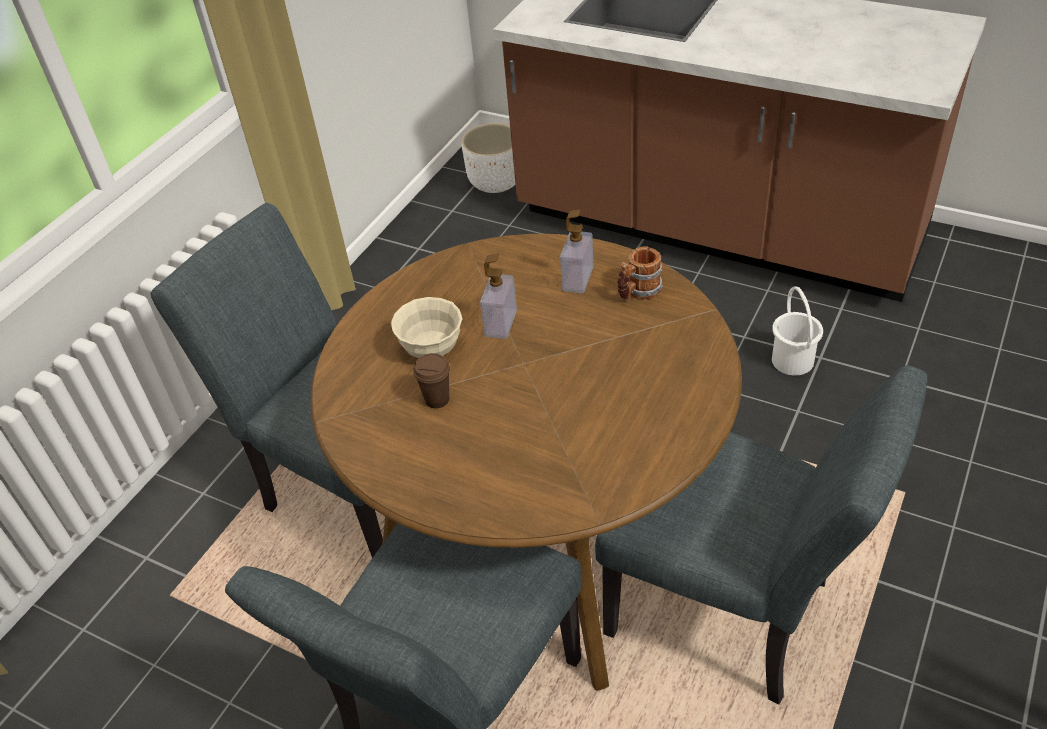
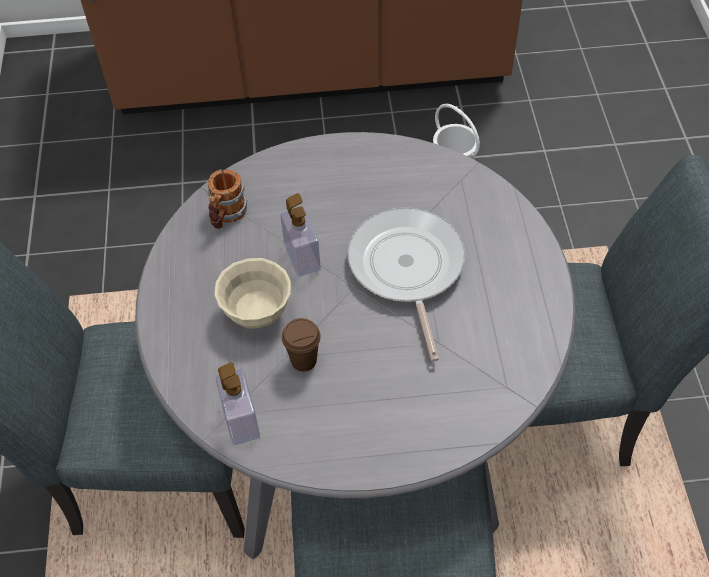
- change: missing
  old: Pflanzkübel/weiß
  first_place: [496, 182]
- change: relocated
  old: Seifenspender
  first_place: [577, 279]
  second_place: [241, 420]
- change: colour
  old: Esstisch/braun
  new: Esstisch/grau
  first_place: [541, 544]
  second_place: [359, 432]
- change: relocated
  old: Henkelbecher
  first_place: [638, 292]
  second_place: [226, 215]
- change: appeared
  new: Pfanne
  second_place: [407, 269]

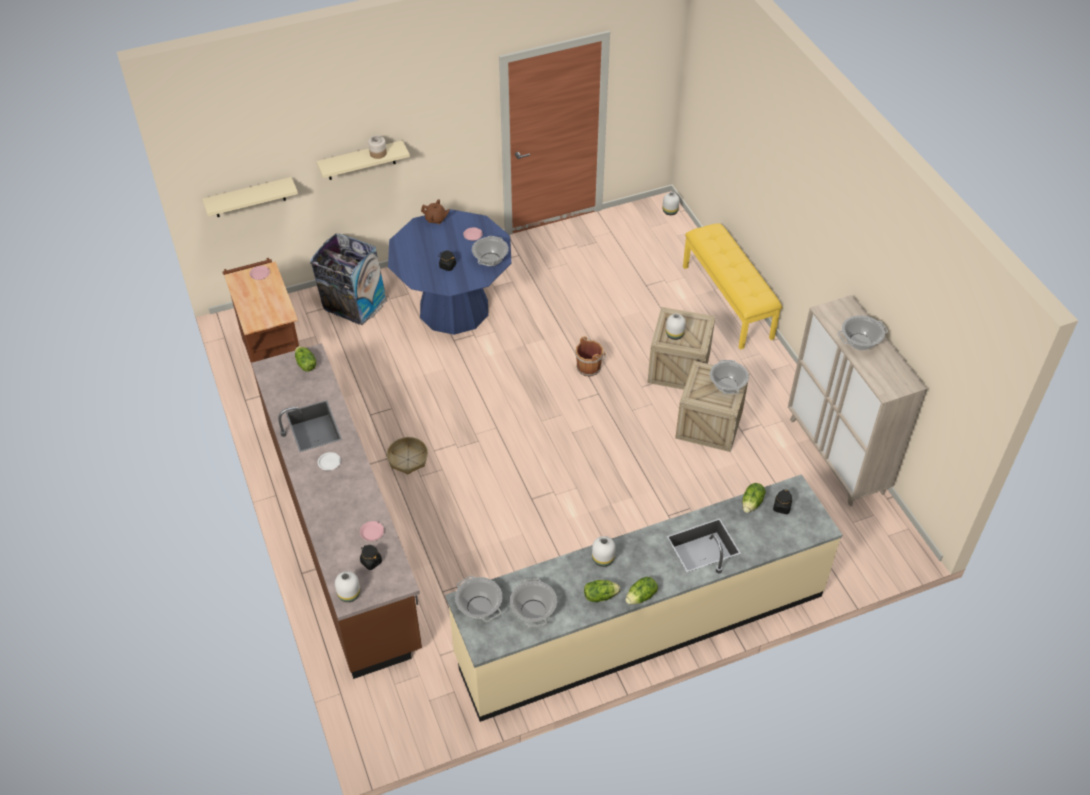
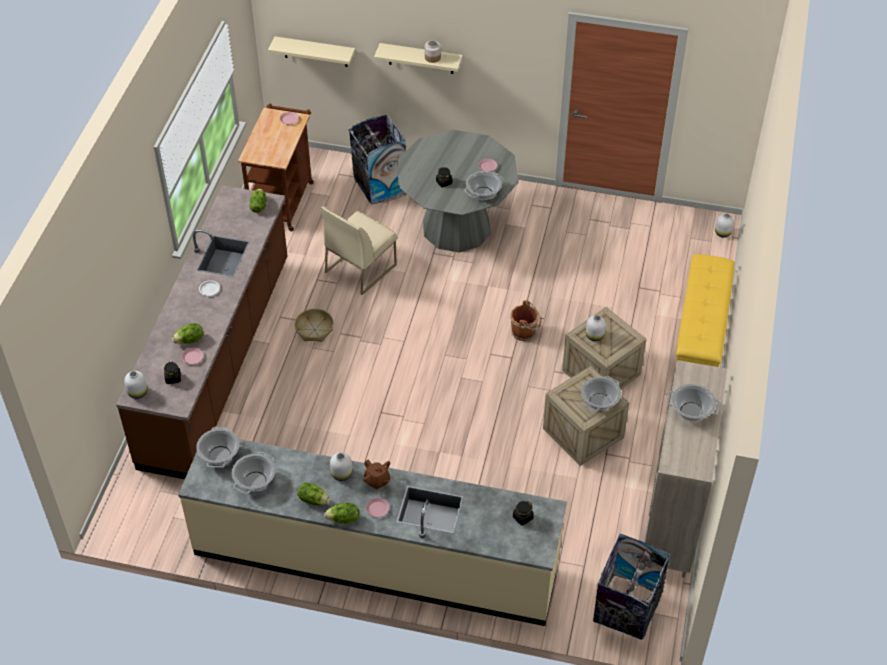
- change: relocated
  old: Teekanne/braun
  first_place: [436, 219]
  second_place: [377, 481]
- change: colour
  old: Esstisch/blau
  new: Esstisch/grau
  first_place: [454, 308]
  second_place: [456, 227]
- change: relocated
  old: Salatkopf
  first_place: [752, 503]
  second_place: [190, 340]
- change: appeared
  new: Stuhl/beige
  second_place: [360, 268]
- change: appeared
  new: Teller/rosa
  second_place: [377, 509]
- change: appeared
  new: Mülleimer
  second_place: [626, 610]

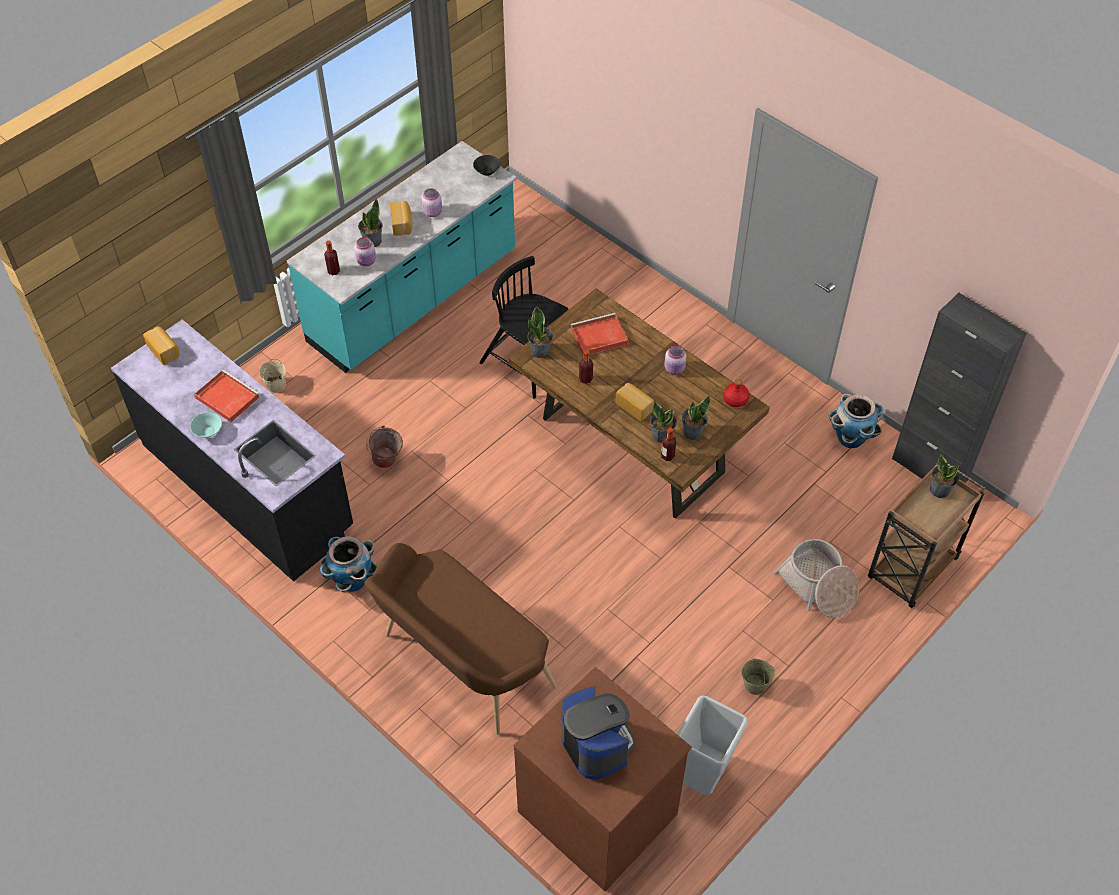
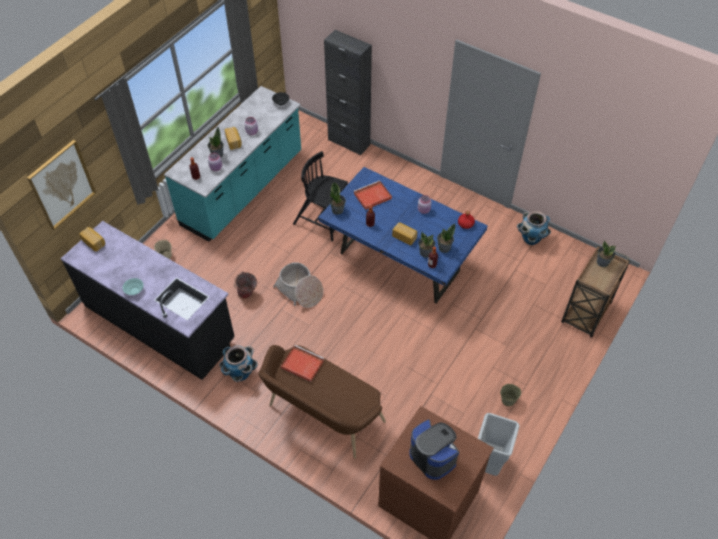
- change: colour
  old: Esstisch/braun
  new: Esstisch/blau
  first_place: [634, 446]
  second_place: [400, 262]
- change: relocated
  old: Schrank/schwarz
  first_place: [929, 469]
  second_place: [349, 142]
- change: relocated
  old: Tablett/rot
  first_place: [226, 397]
  second_place: [301, 364]
- change: relocated
  old: Korb
  first_place: [817, 586]
  second_place: [300, 290]
- change: appeared
  new: Bild
  second_place: [62, 185]

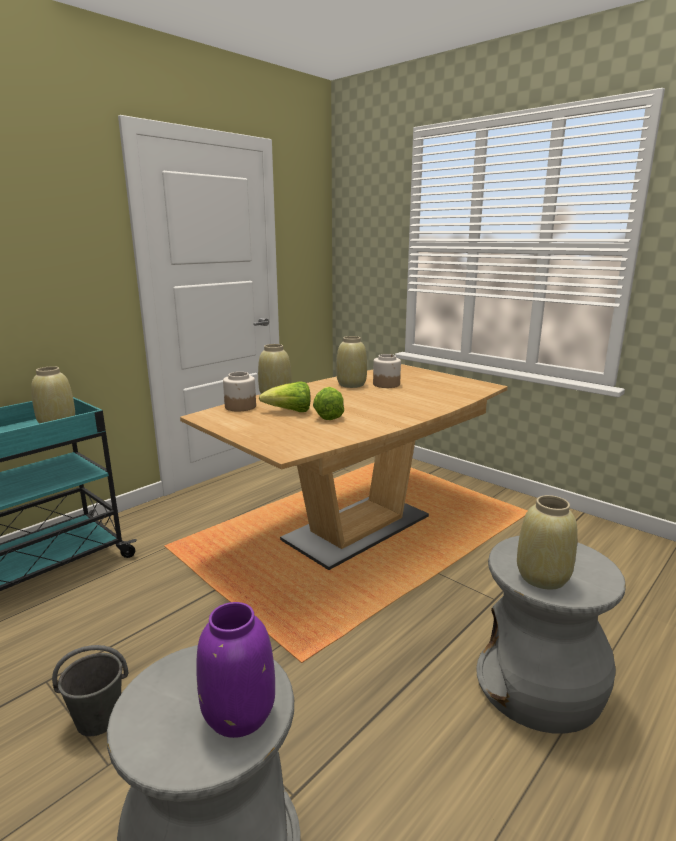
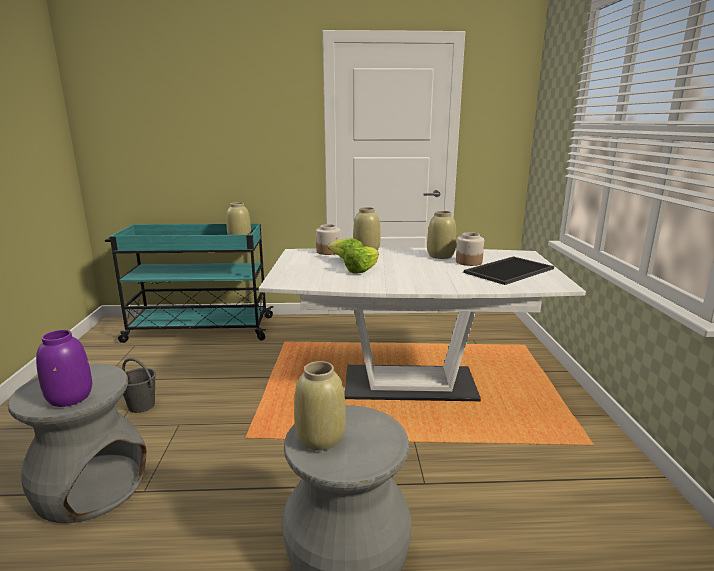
- change: colour
  old: Esstisch/braun
  new: Esstisch/weiß
  first_place: [357, 528]
  second_place: [409, 384]
- change: appeared
  new: Tablett
  second_place: [509, 271]

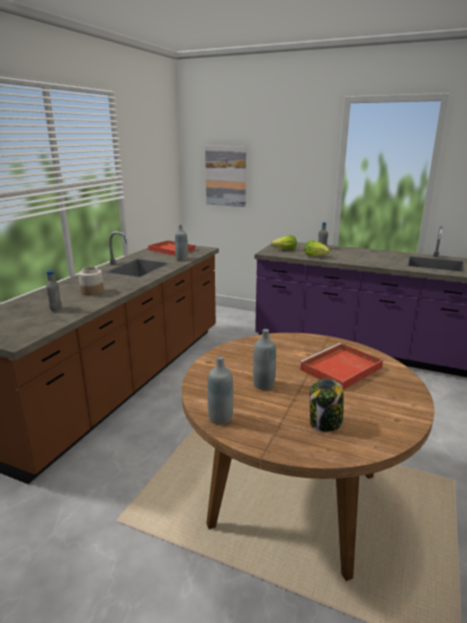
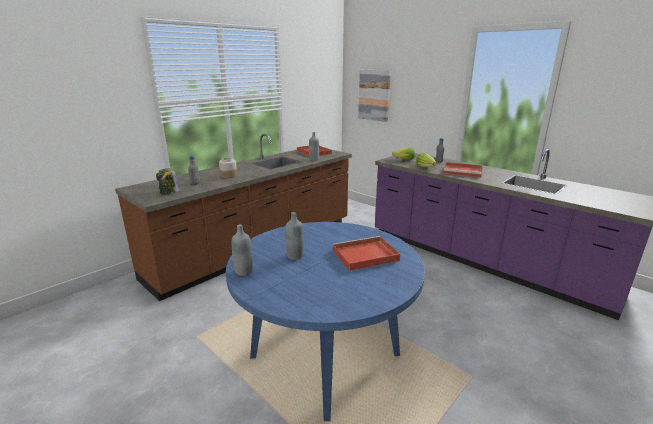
- change: colour
  old: Esstisch/braun
  new: Esstisch/blau
  first_place: [295, 500]
  second_place: [325, 356]
- change: relocated
  old: Vorratsglas
  first_place: [325, 423]
  second_place: [169, 193]
- change: appeared
  new: Tablett/rot
  second_place: [463, 171]

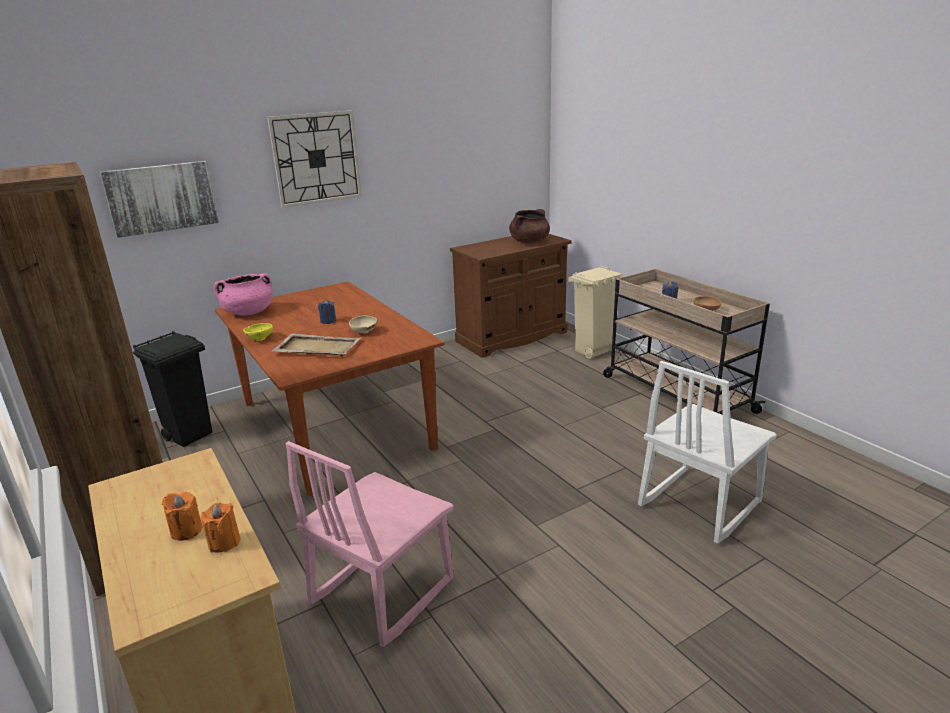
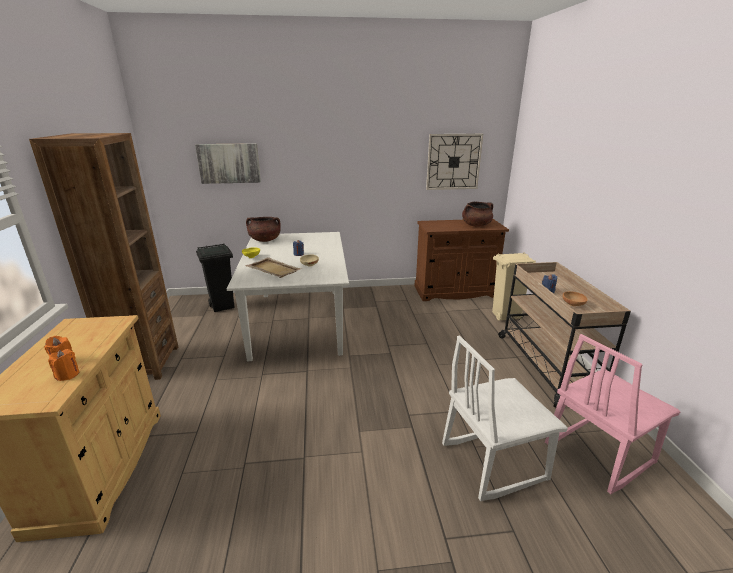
- change: relocated
  old: Wanduhr
  first_place: [316, 158]
  second_place: [453, 162]
- change: colour
  old: Kochtopf/rosa
  new: Kochtopf/braun
  first_place: [248, 312]
  second_place: [265, 240]
- change: colour
  old: Esstisch/braun
  new: Esstisch/weiß
  first_place: [336, 425]
  second_place: [298, 322]
- change: relocated
  old: Stuhl/rosa
  first_place: [381, 591]
  second_place: [597, 452]

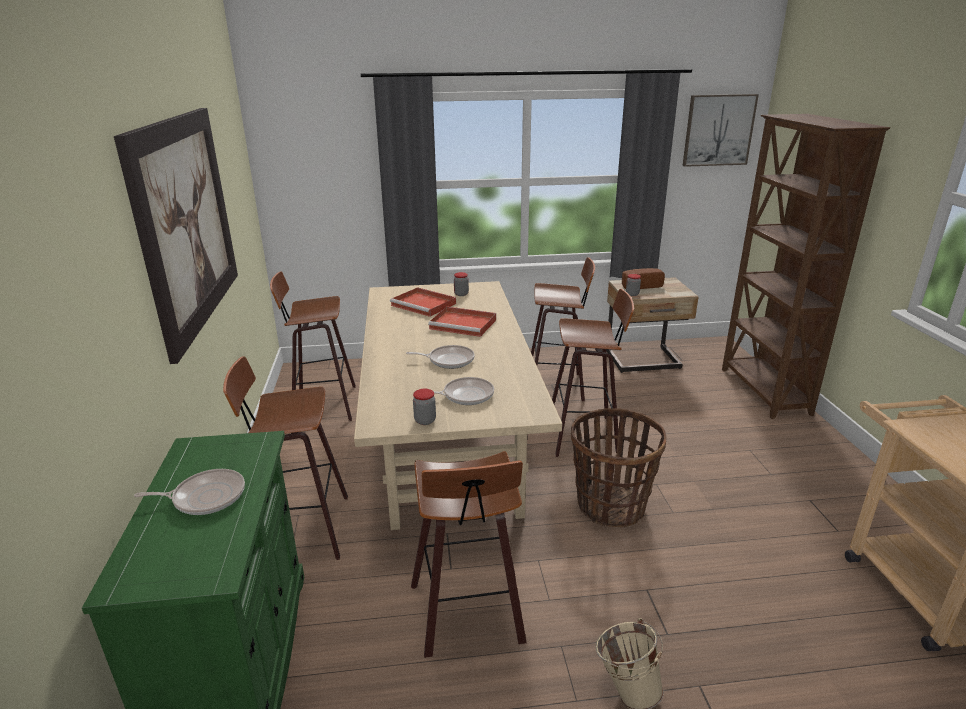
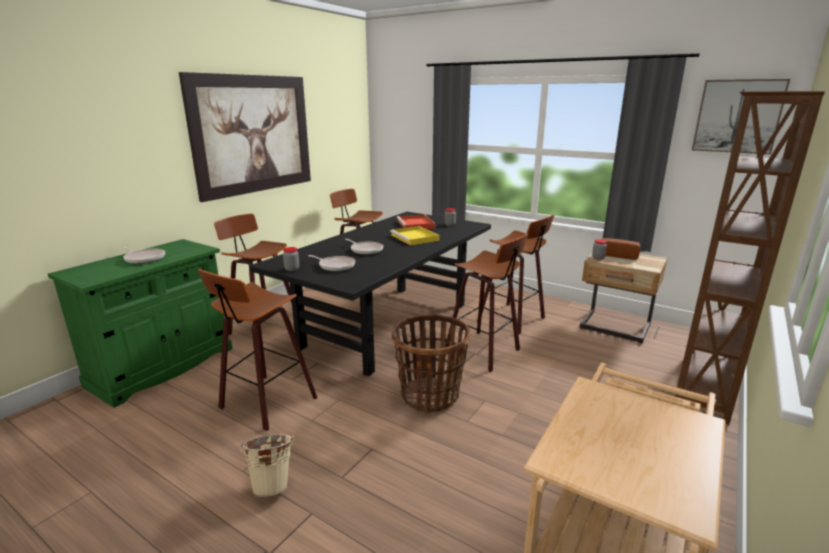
- change: colour
  old: Esstisch/beige
  new: Esstisch/schwarz
  first_place: [447, 446]
  second_place: [388, 324]
- change: colour
  old: Tablett/rot
  new: Tablett/gelb
  first_place: [464, 324]
  second_place: [415, 238]

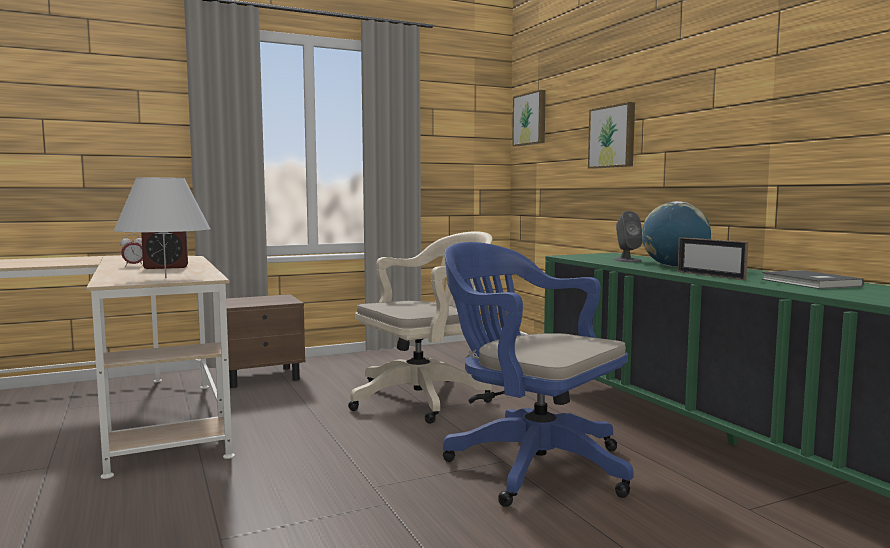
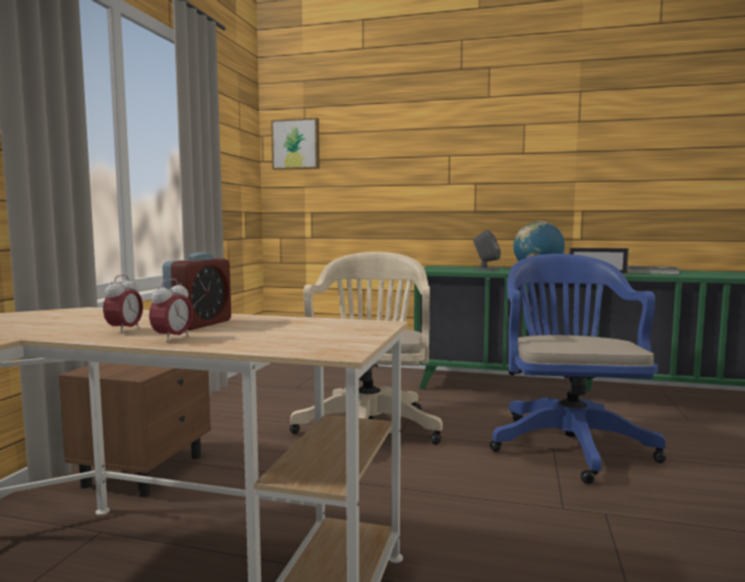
- change: missing
  old: Bild
  first_place: [613, 137]
- change: missing
  old: Tischlampe/weiß
  first_place: [166, 278]
- change: spun
  old: Bürostuhl/blau
  first_place: [530, 464]
  second_place: [568, 443]
  degrees: 105
- change: appeared
  new: Wecker
  second_place: [172, 339]

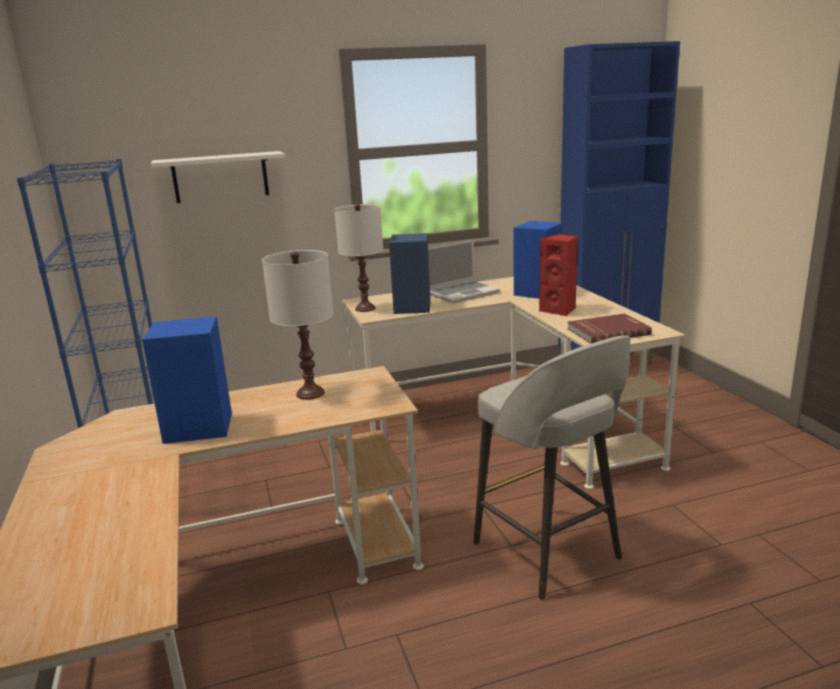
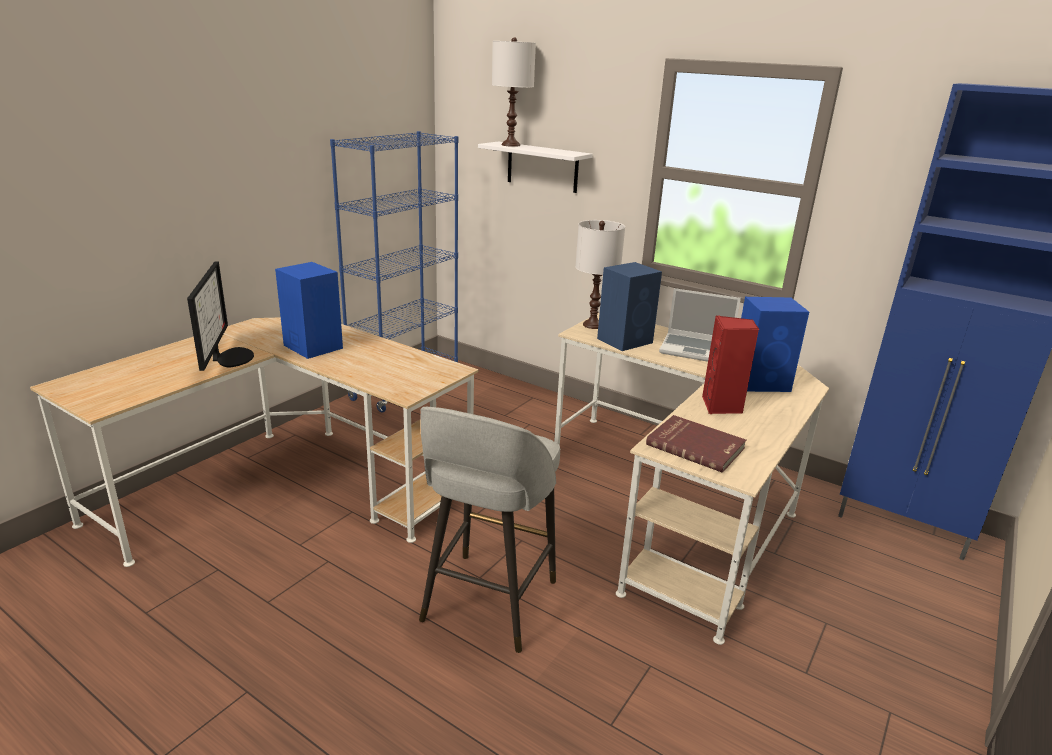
- change: relocated
  old: Tischlampe/weiß
  first_place: [310, 393]
  second_place: [510, 145]
- change: appeared
  new: Monitor
  second_place: [229, 357]

